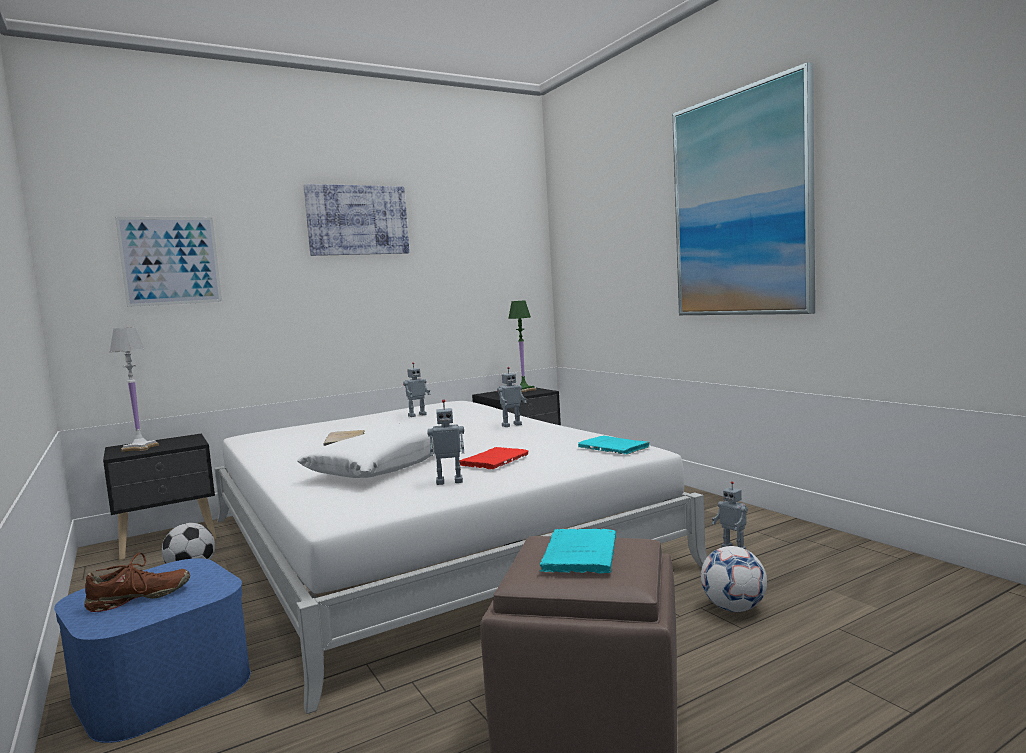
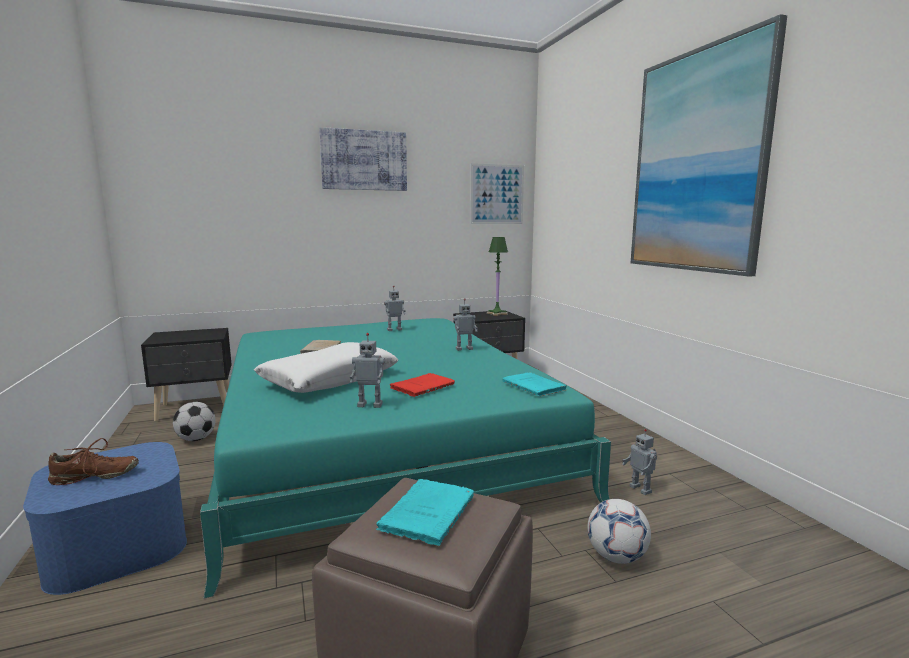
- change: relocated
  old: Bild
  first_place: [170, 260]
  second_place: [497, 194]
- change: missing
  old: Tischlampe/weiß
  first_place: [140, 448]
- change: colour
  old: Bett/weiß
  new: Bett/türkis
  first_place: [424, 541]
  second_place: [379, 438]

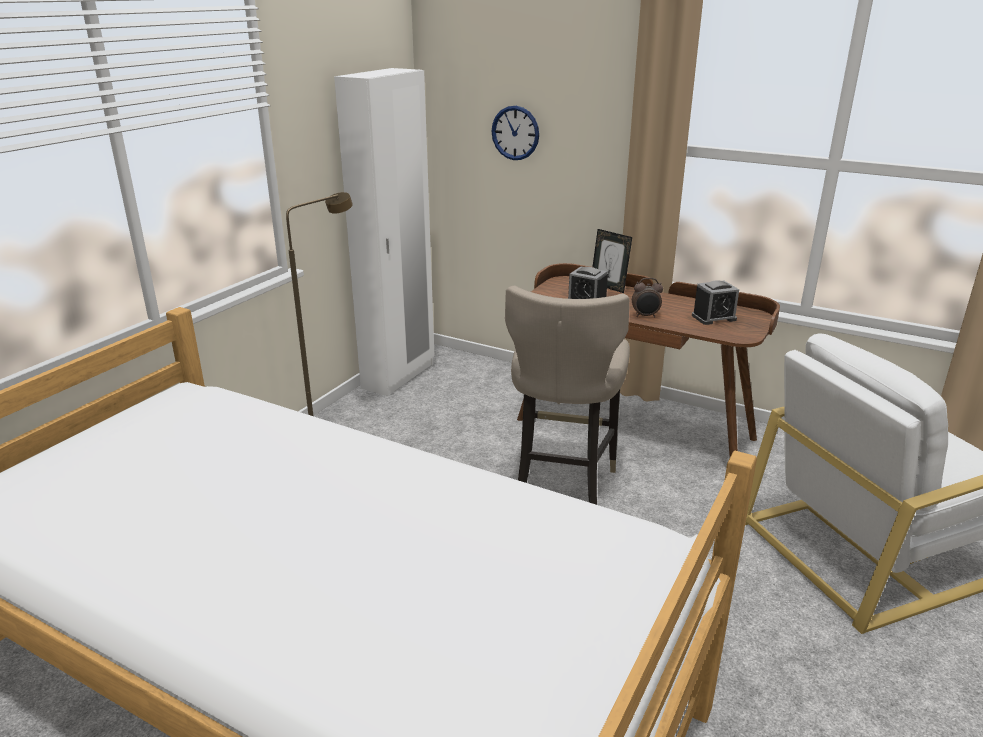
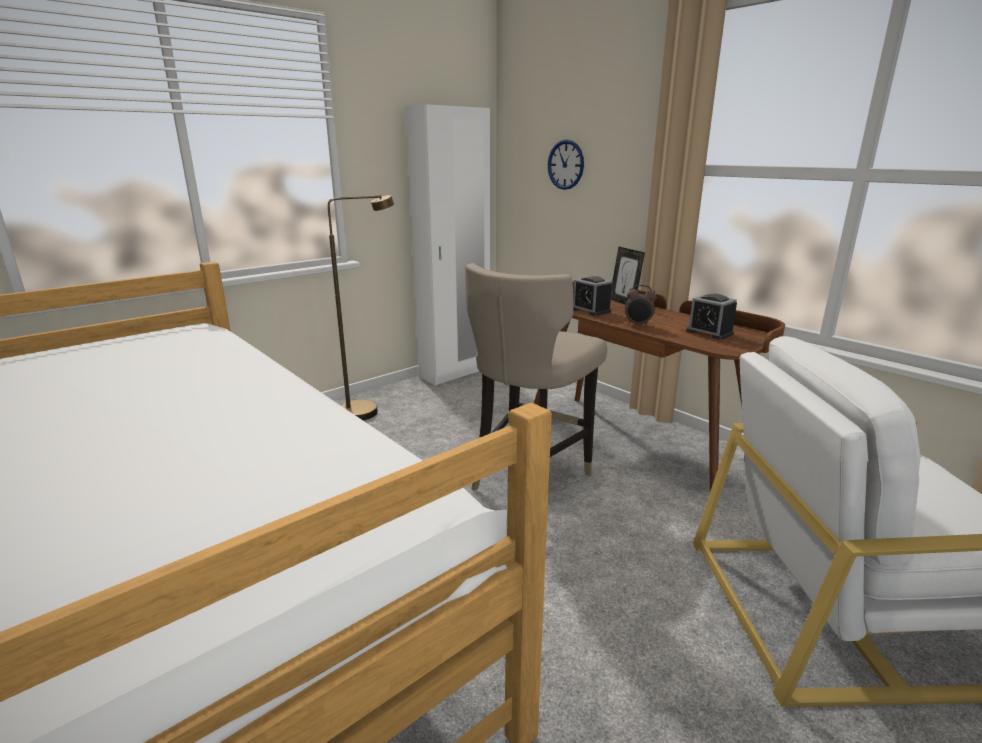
- change: spun
  old: Wecker
  first_place: [713, 317]
  second_place: [709, 332]
  degrees: 45

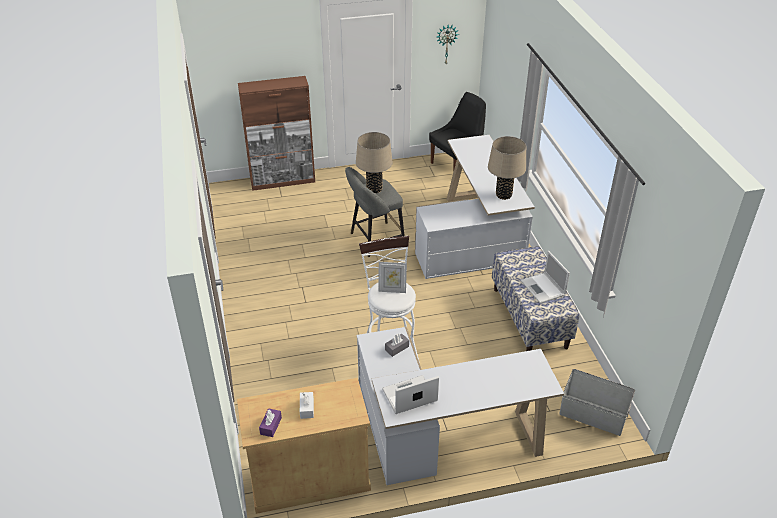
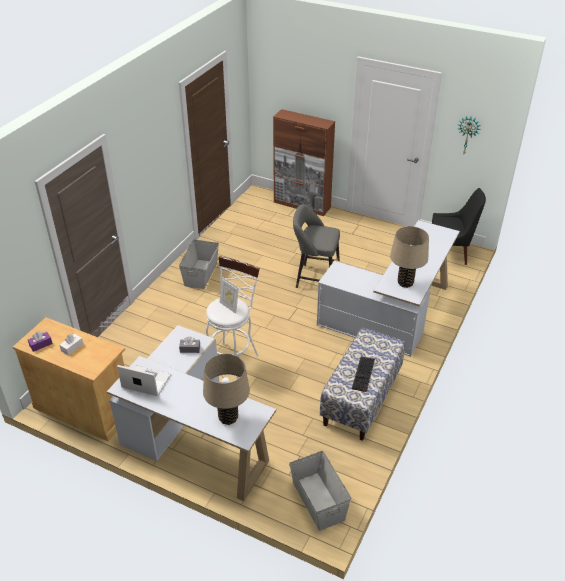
- change: relocated
  old: Tischlampe/beige
  first_place: [374, 189]
  second_place: [228, 417]
- change: exchanged
  old: Laptop
  new: Tastatur
  first_place: [543, 288]
  second_place: [364, 374]
- change: appeared
  new: Aufbewahrungsbox/grau
  second_place: [201, 273]

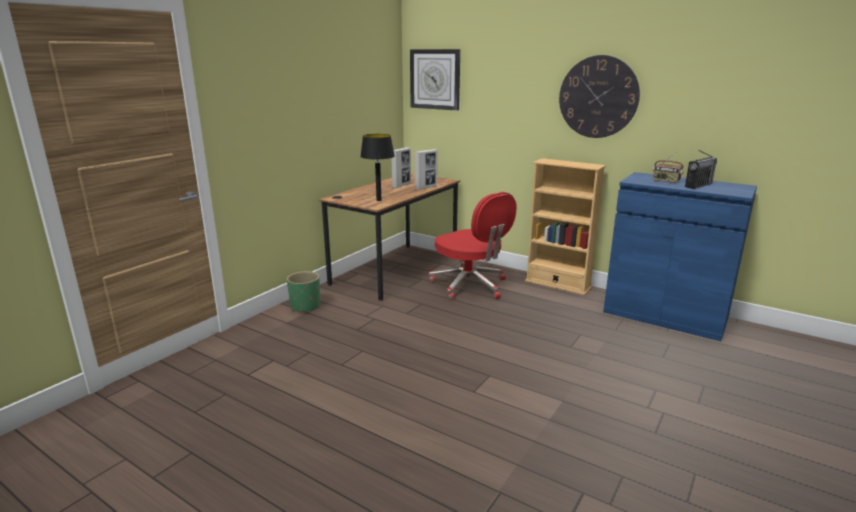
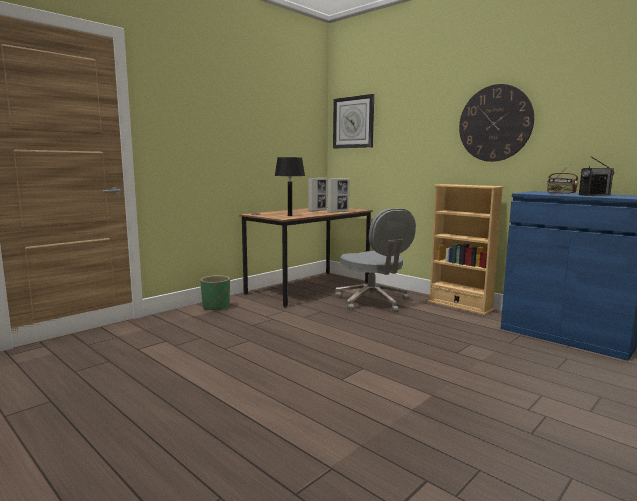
- change: colour
  old: Bürostuhl/rot
  new: Bürostuhl/grau
  first_place: [470, 286]
  second_place: [373, 302]

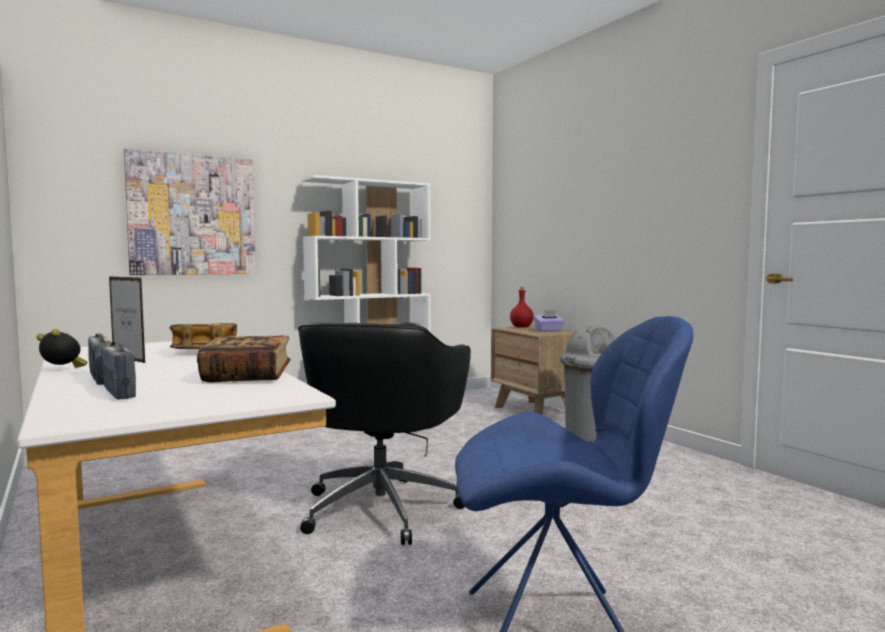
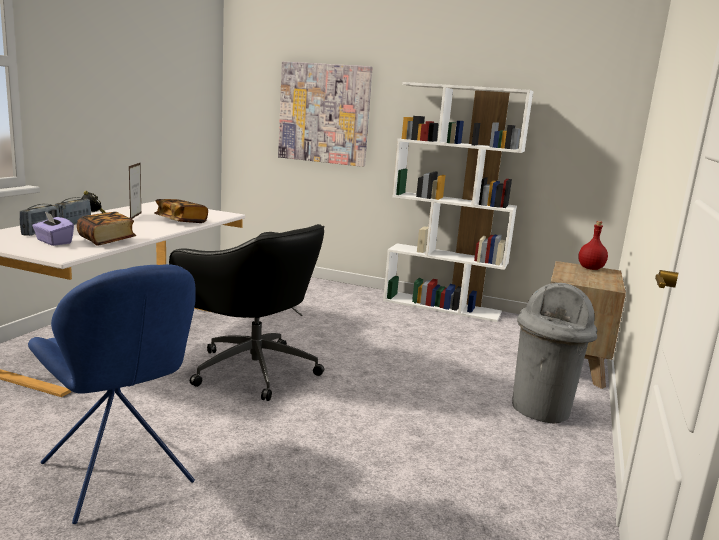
- change: relocated
  old: Taschentuchbox/lila
  first_place: [549, 331]
  second_place: [53, 242]
- change: spun
  old: Bürostuhl/schwarz
  first_place: [382, 507]
  second_place: [251, 369]
  degrees: -120

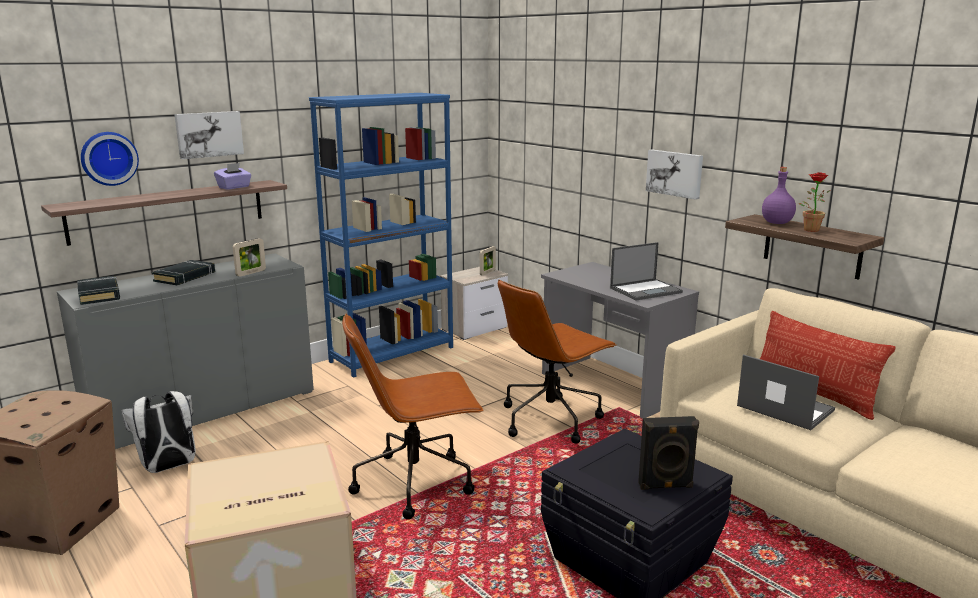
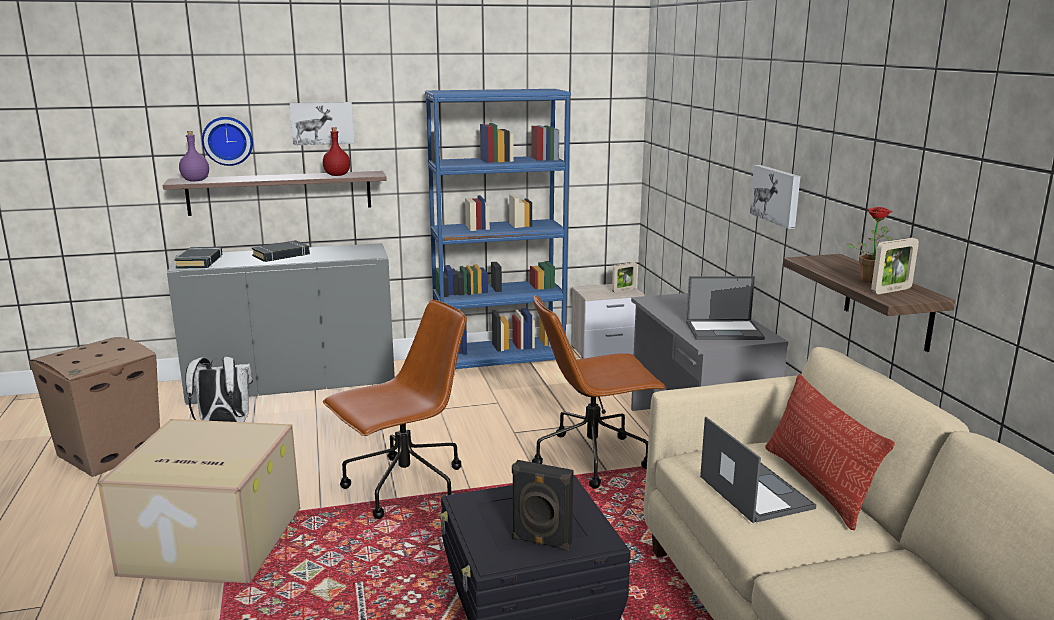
- change: exchanged
  old: Taschentuchbox/lila
  new: Flasche/rot
  first_place: [234, 187]
  second_place: [337, 175]
- change: relocated
  old: Flasche/lila
  first_place: [777, 223]
  second_place: [196, 181]
- change: relocated
  old: Bilderrahmen
  first_place: [251, 273]
  second_place: [891, 290]
- change: spun
  old: Bürostuhl/braun
  first_place: [416, 482]
  second_place: [403, 488]
  degrees: 135

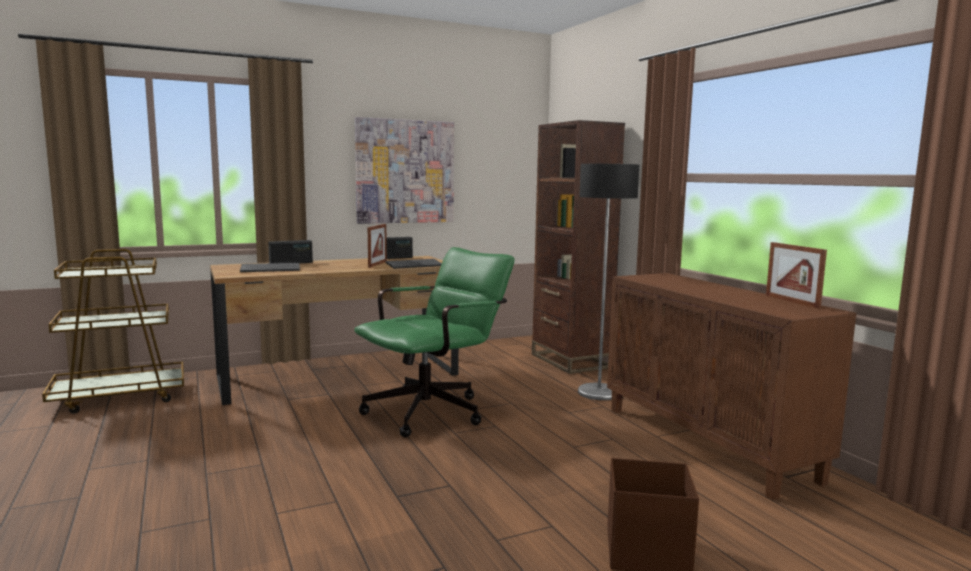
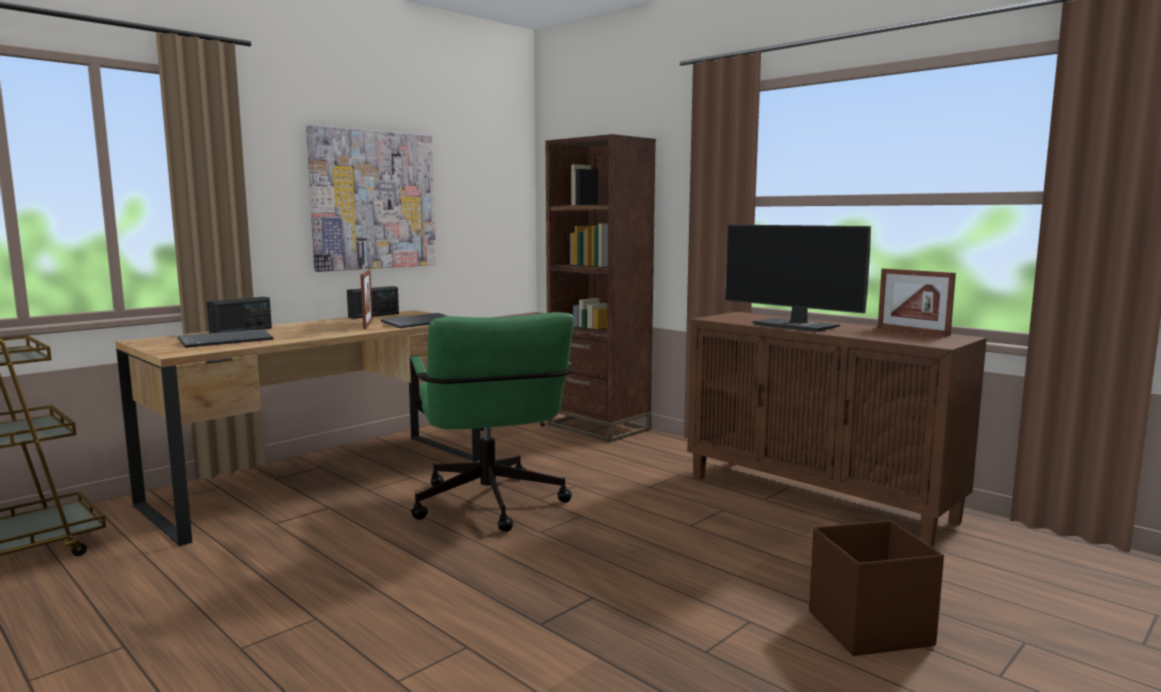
- change: missing
  old: Stehlampe
  first_place: [598, 393]
- change: spun
  old: Bürostuhl/grün
  first_place: [435, 410]
  second_place: [491, 508]
  degrees: 135
- change: appeared
  new: Monitor
  second_place: [797, 326]

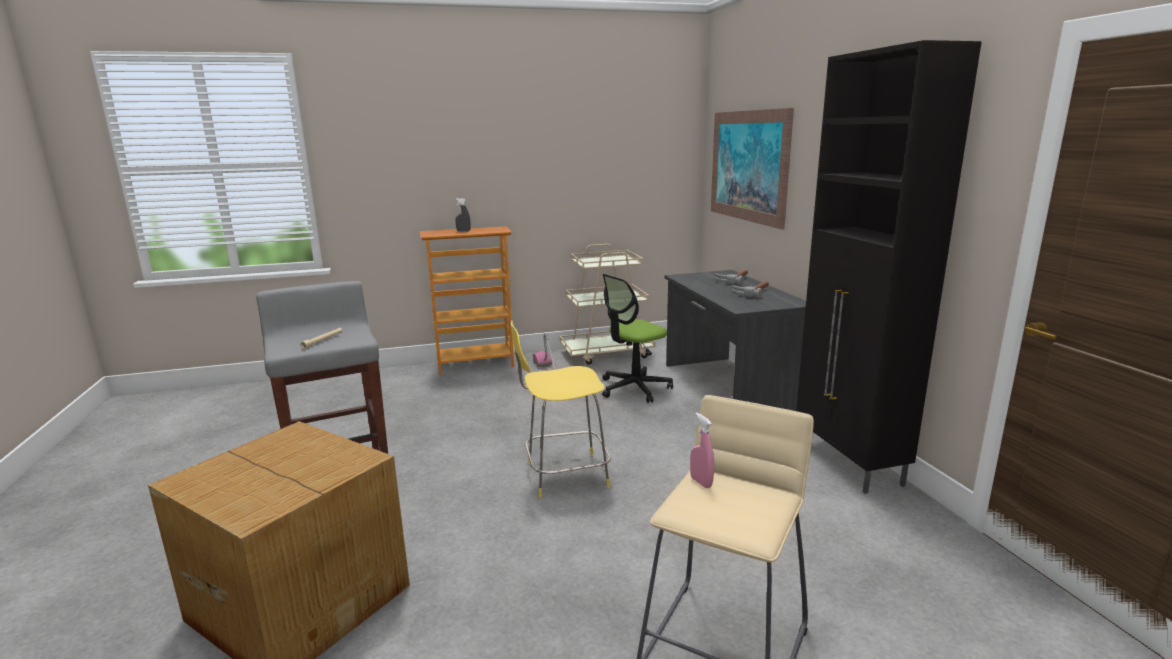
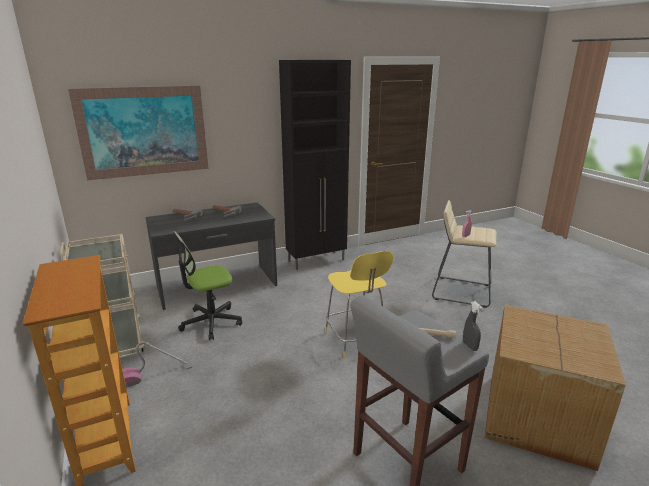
- change: relocated
  old: Sprühflasche/grau
  first_place: [463, 231]
  second_place: [470, 346]
- change: spun
  old: Bürostuhl
  first_place: [634, 388]
  second_place: [211, 322]
  degrees: 105

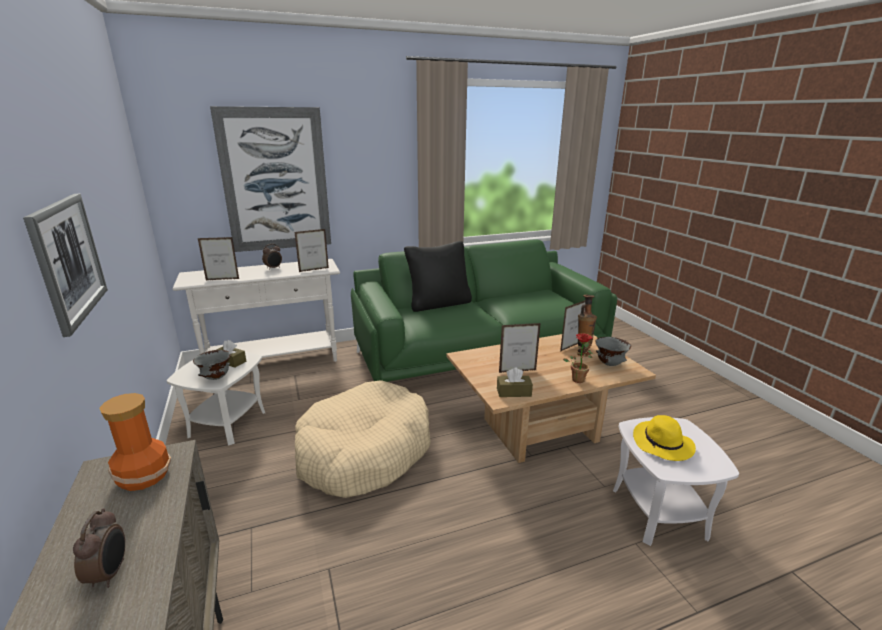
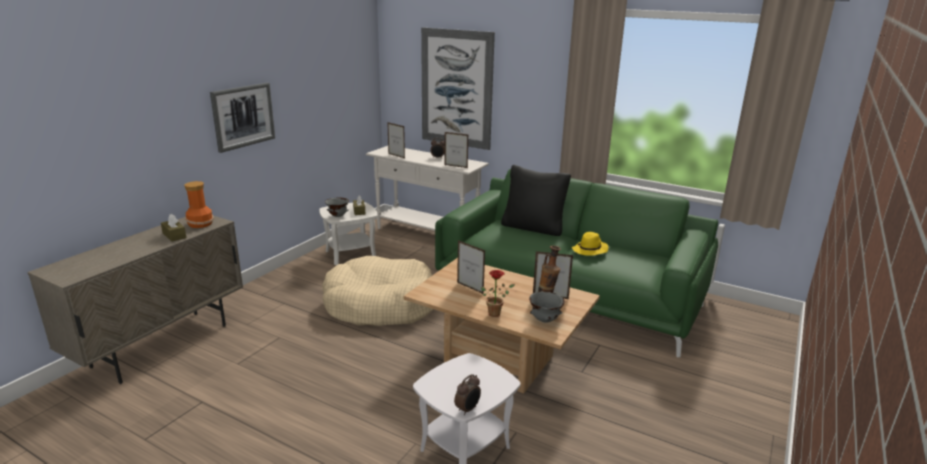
- change: relocated
  old: Taschentuchbox/braun
  first_place: [513, 392]
  second_place: [174, 235]
- change: relocated
  old: Hut/gelb
  first_place: [663, 444]
  second_place: [589, 250]
- change: relocated
  old: Wecker
  first_place: [110, 573]
  second_place: [468, 409]

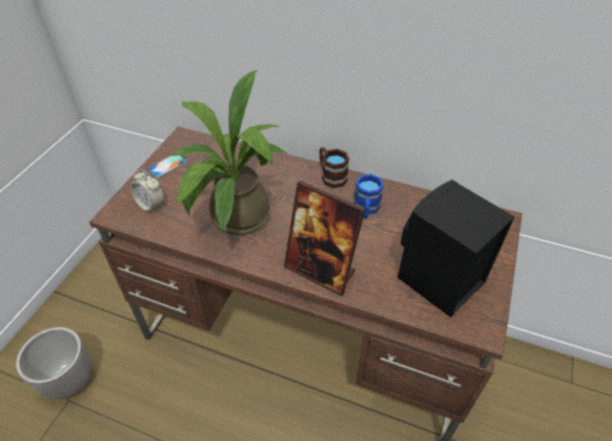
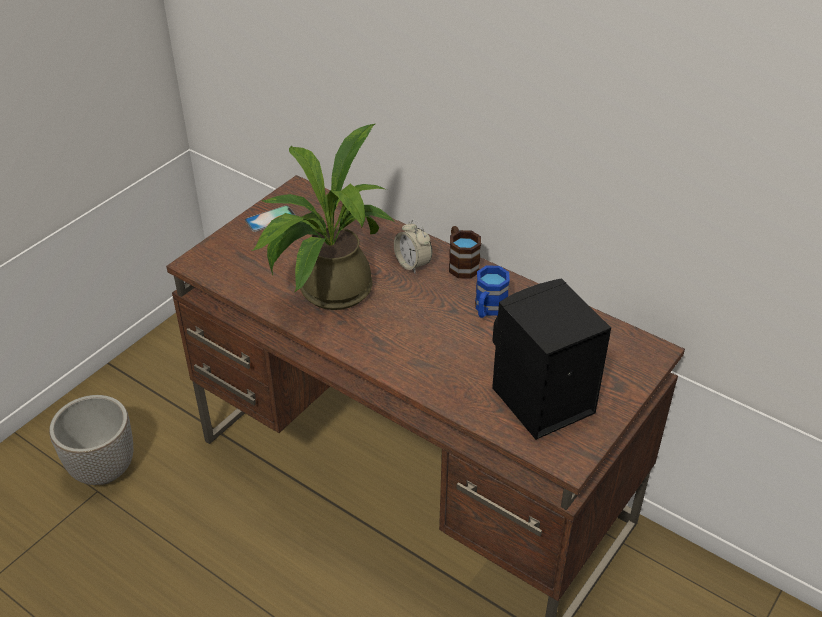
- change: relocated
  old: Wecker
  first_place: [151, 205]
  second_place: [412, 264]
- change: missing
  old: Bilderrahmen
  first_place: [320, 270]

